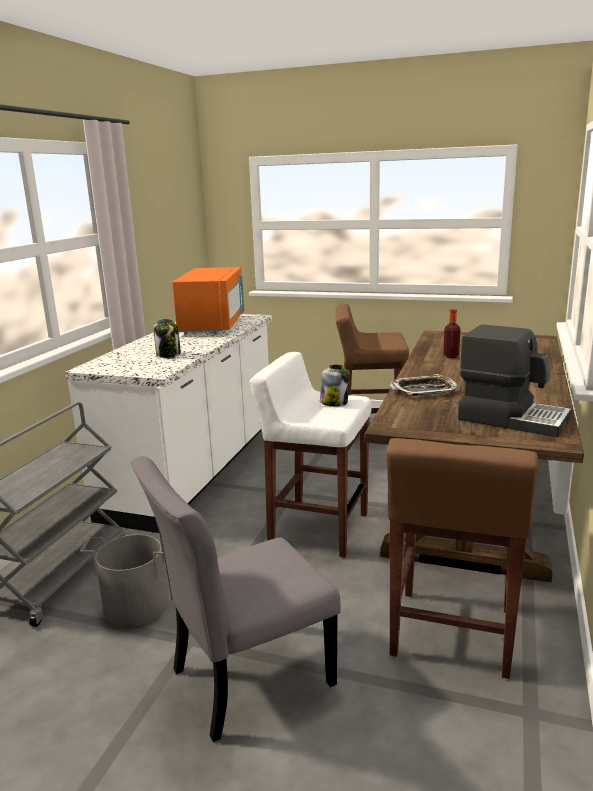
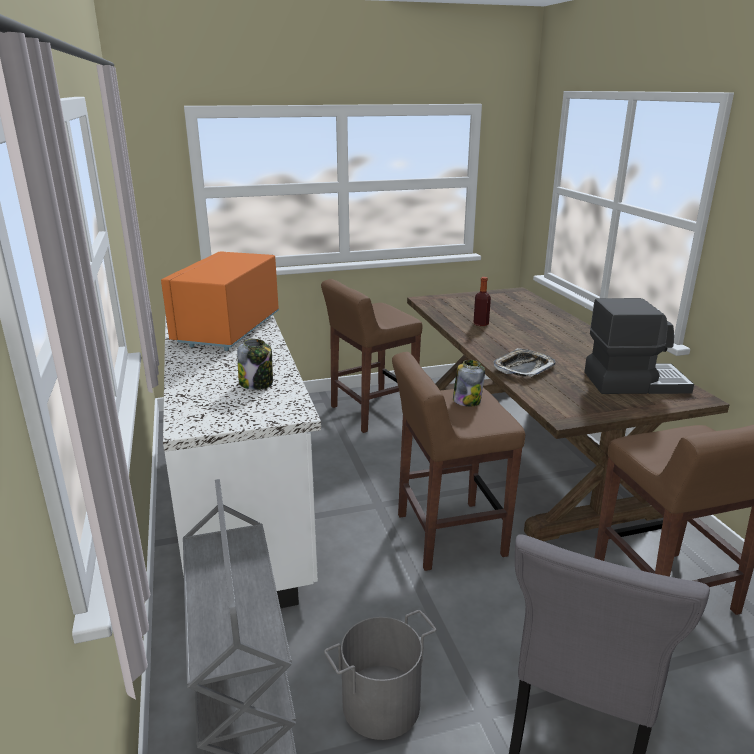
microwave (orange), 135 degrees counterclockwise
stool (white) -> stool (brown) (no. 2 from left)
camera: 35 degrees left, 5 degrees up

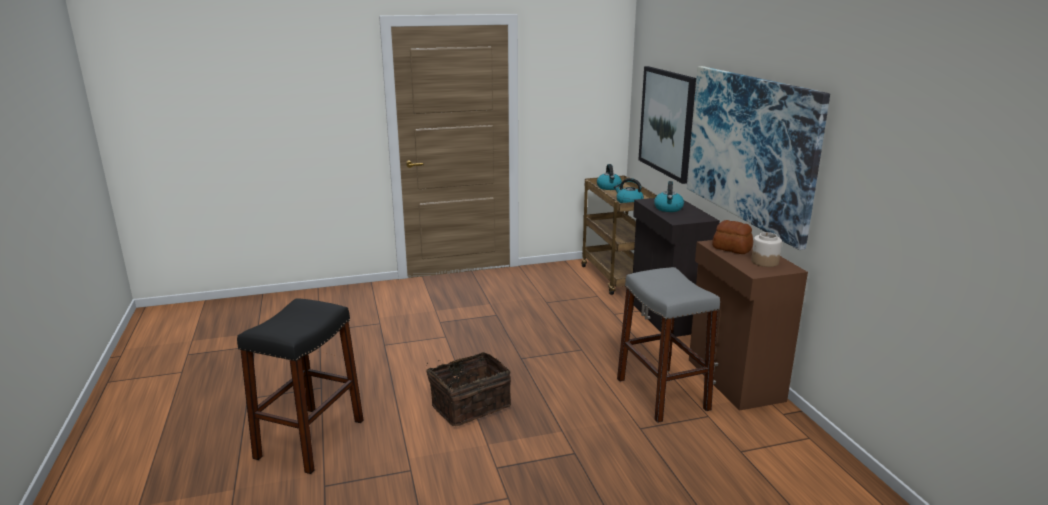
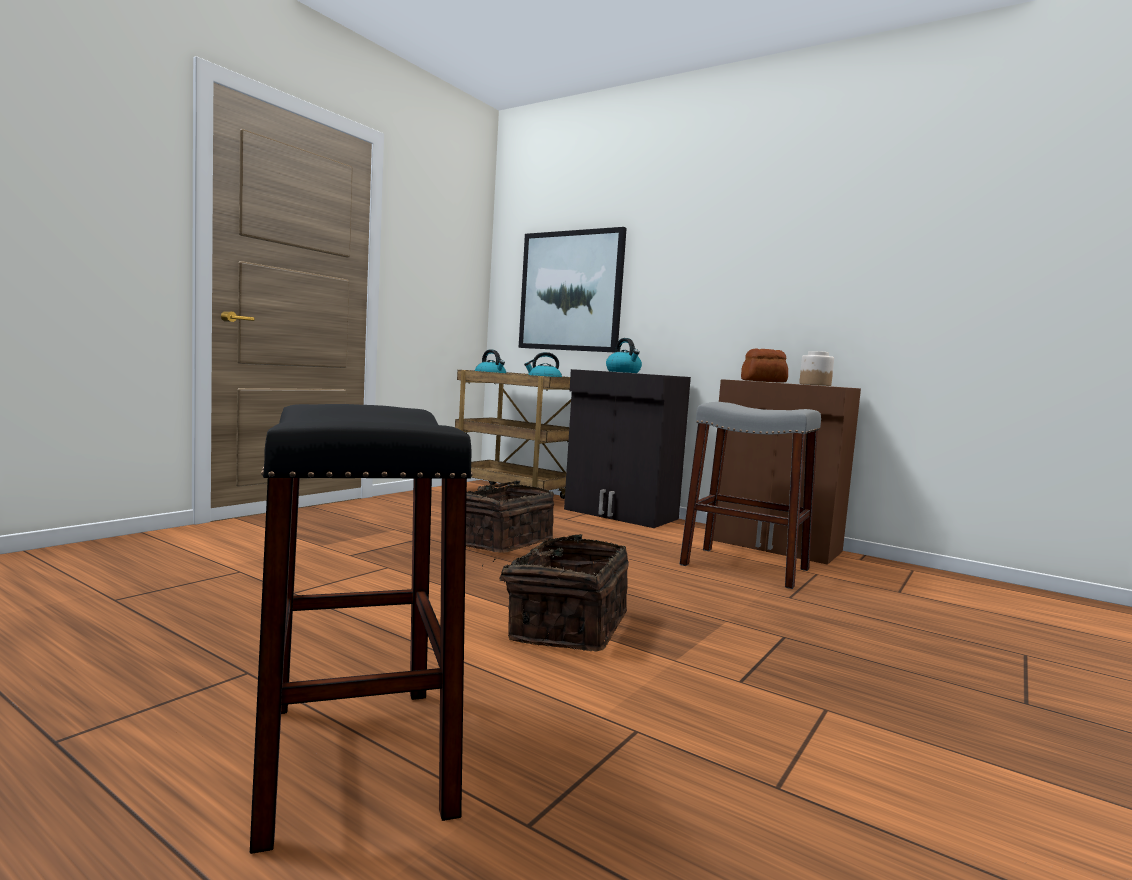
none -> basket (no. 1 from left)
picture (no. 2 from left) -> none
camera: 40 degrees left, 15 degrees down

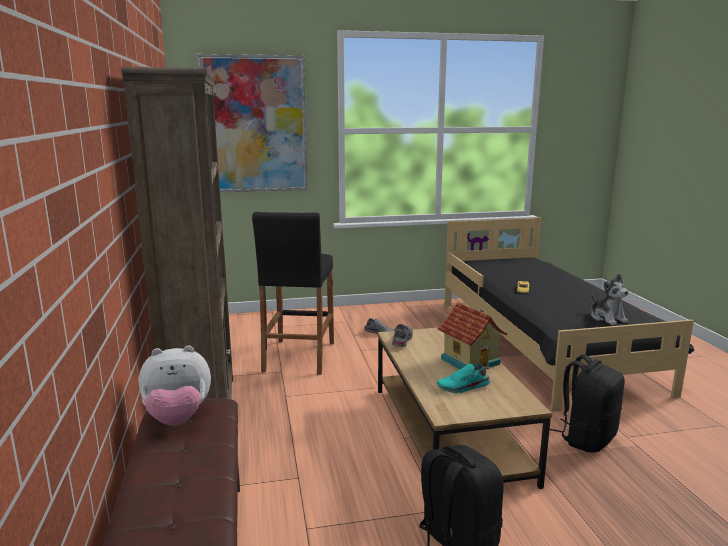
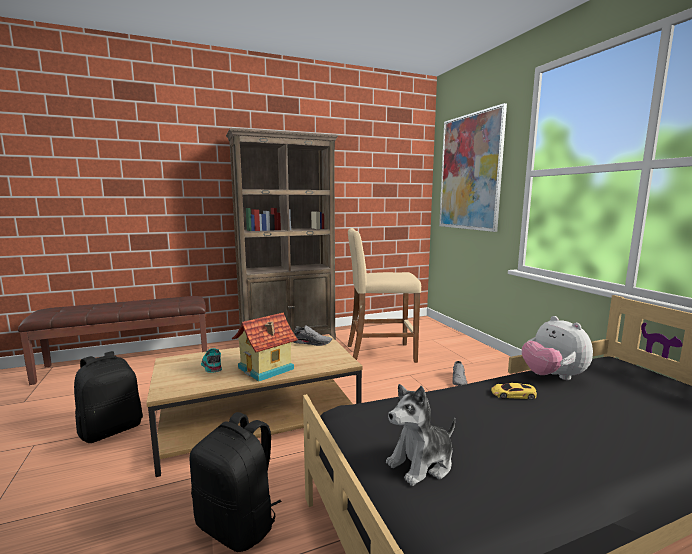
stool (black) -> stool (beige)
plush toy (no. 1 from left in the first image) -> plush toy (no. 2 from left), relocated
camera: 80 degrees right, 5 degrees down

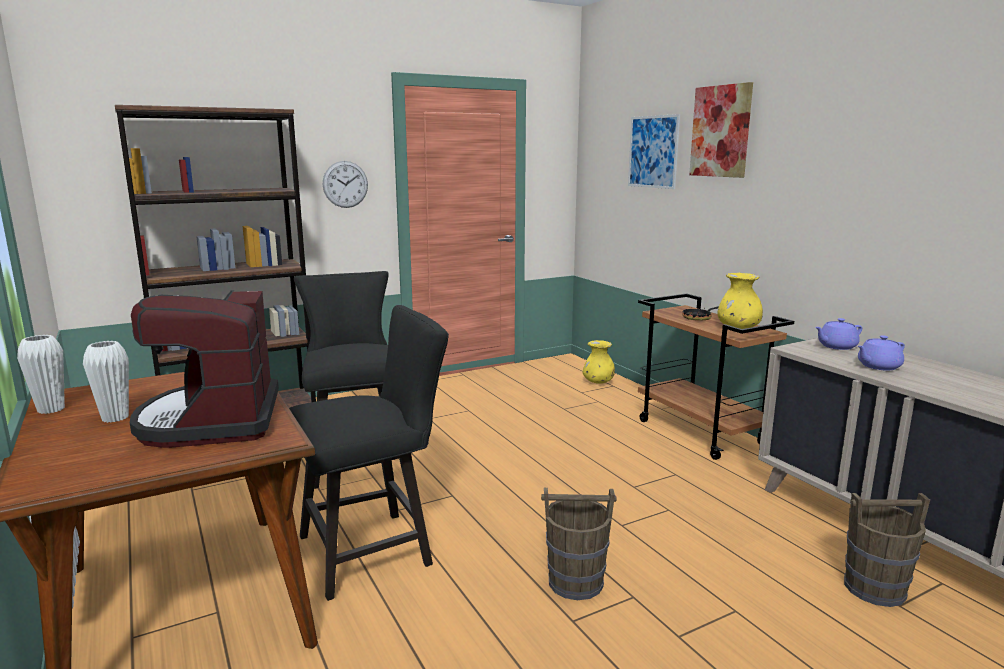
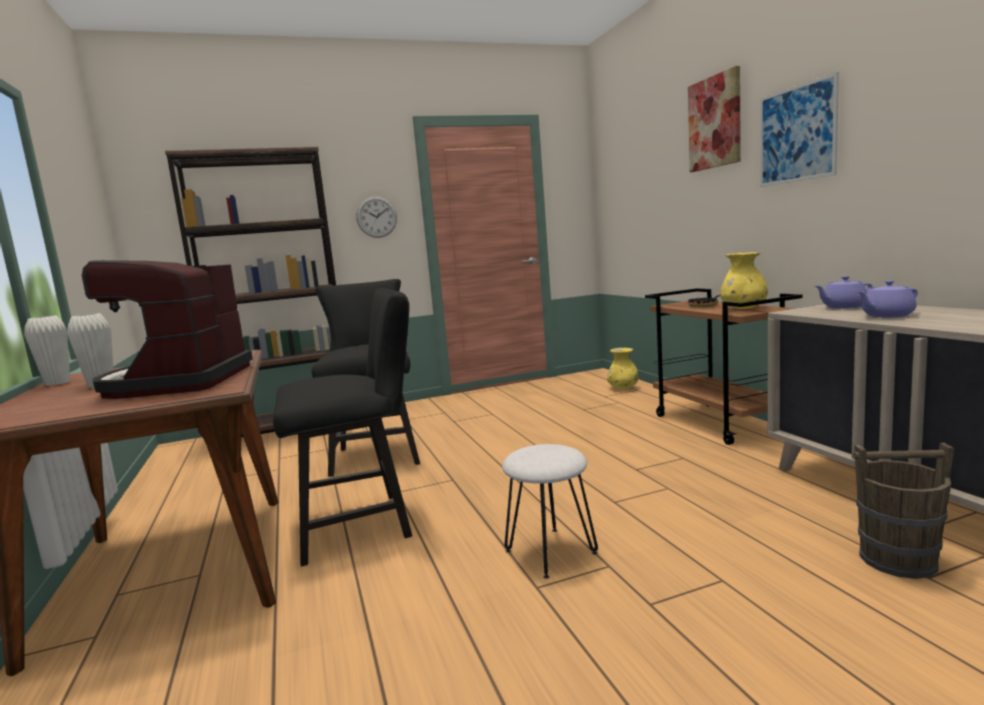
bucket (brown) (no. 1 from left) -> stool (white)
picture (no. 1 from left in the first image) -> picture (no. 2 from left), relocated
camera: 10 degrees right, 5 degrees down

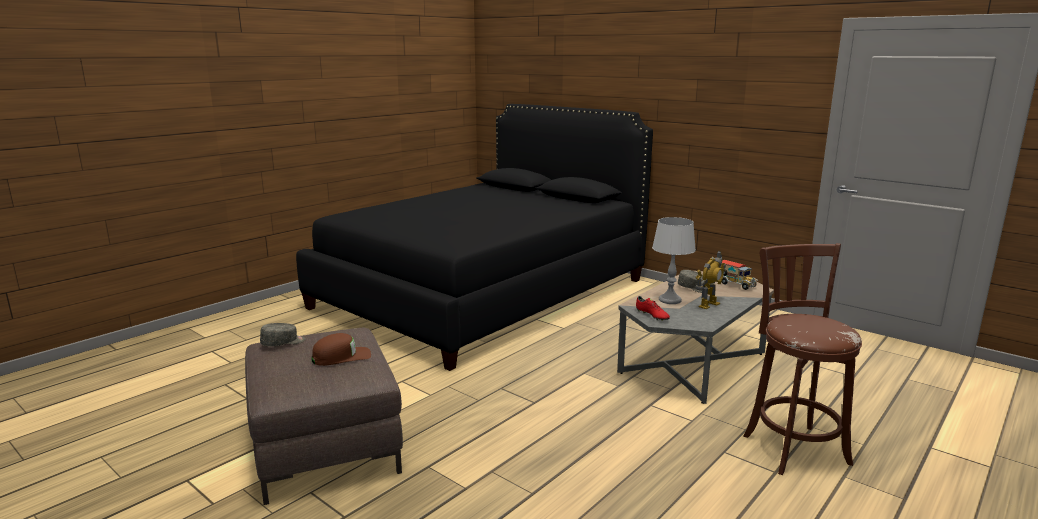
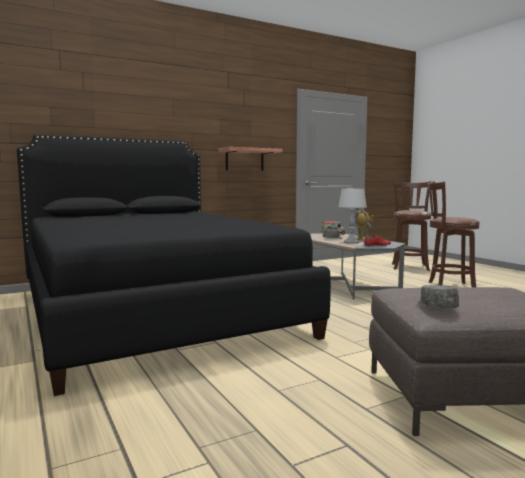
none -> shelf
none -> stool (brown) (no. 1 from left)
cap (brown) -> none
camera: 70 degrees left, 10 degrees down

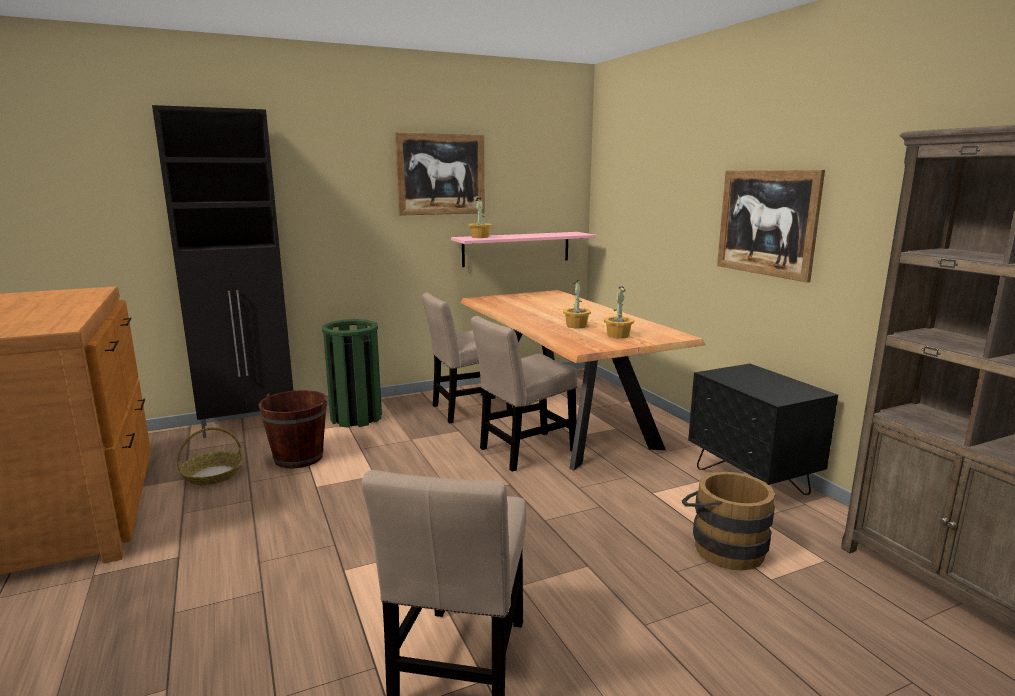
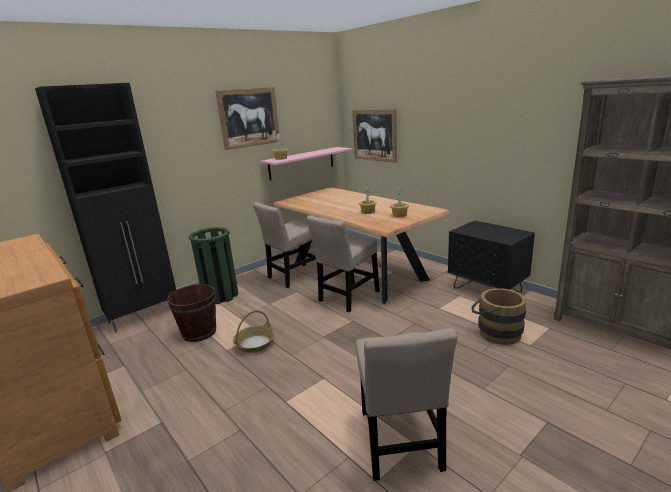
basket, relocated
picture (no. 2 from left), relocated
camera: 15 degrees left, 5 degrees up

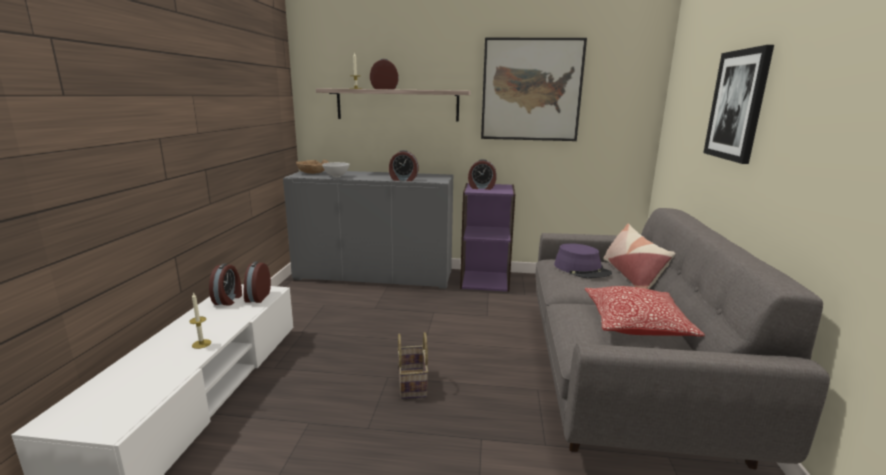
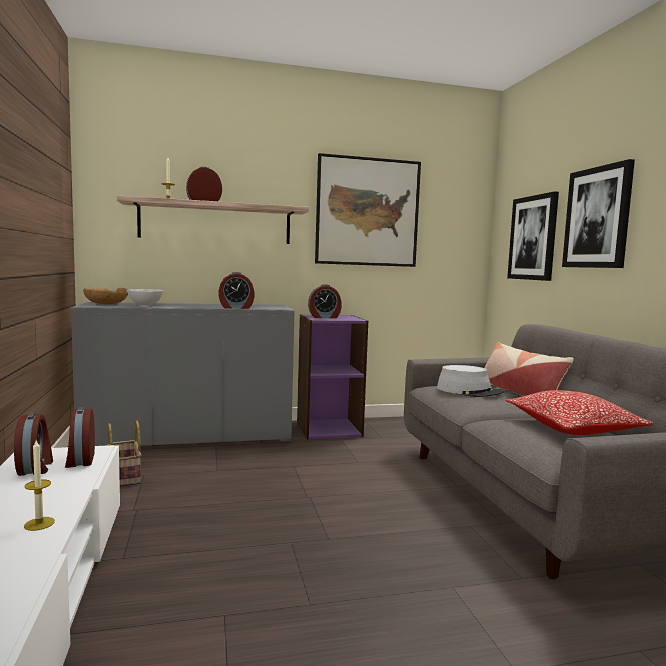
basket, relocated
hat (purple) -> hat (grey)
none -> picture (no. 2 from left)
camera: 20 degrees left, 10 degrees down

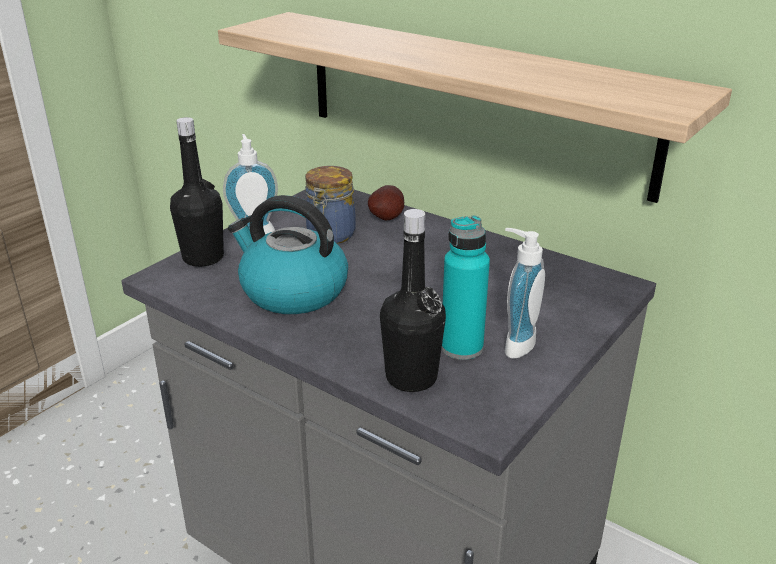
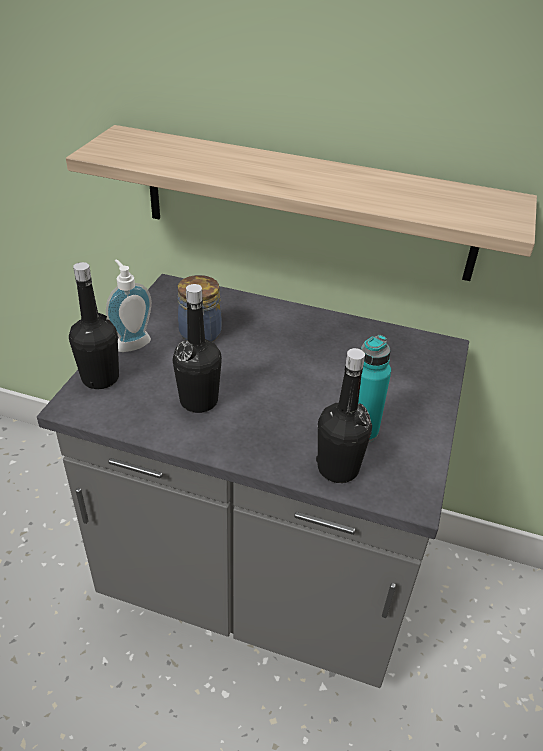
kettle -> bottle (black) (no. 2 from left)
potato -> none
soap dispenser (no. 2 from left) -> none
camera: 20 degrees left, 10 degrees up

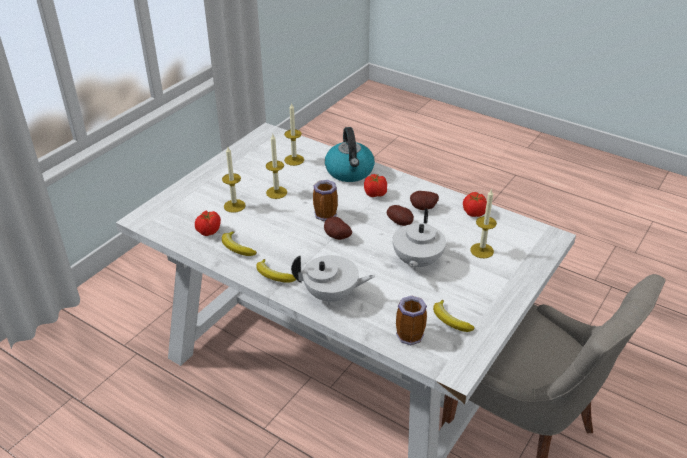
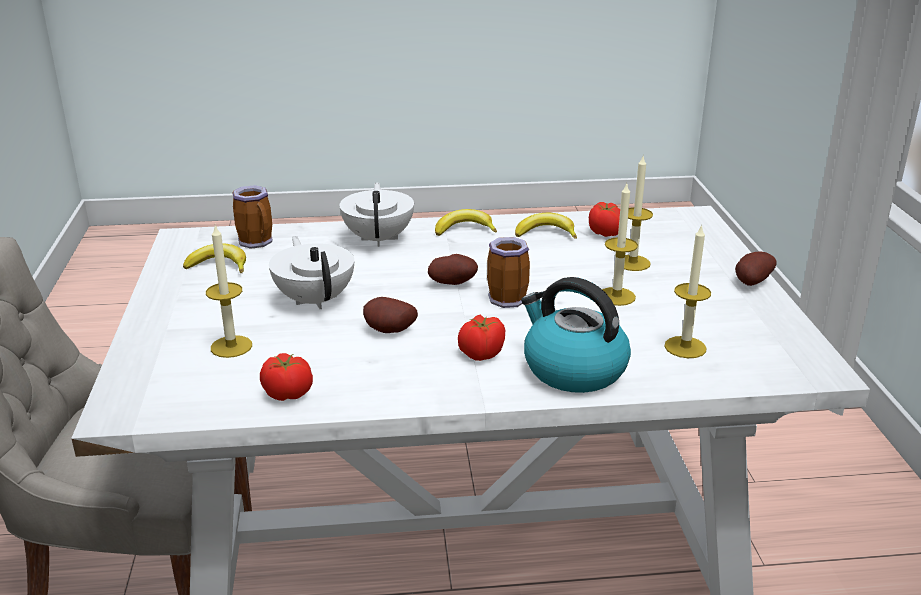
teapot (white) (no. 1 from left in the first image) -> teapot (white) (no. 2 from left), 120 degrees clockwise
potato (no. 3 from left), relocated
camera: 140 degrees right, 10 degrees down

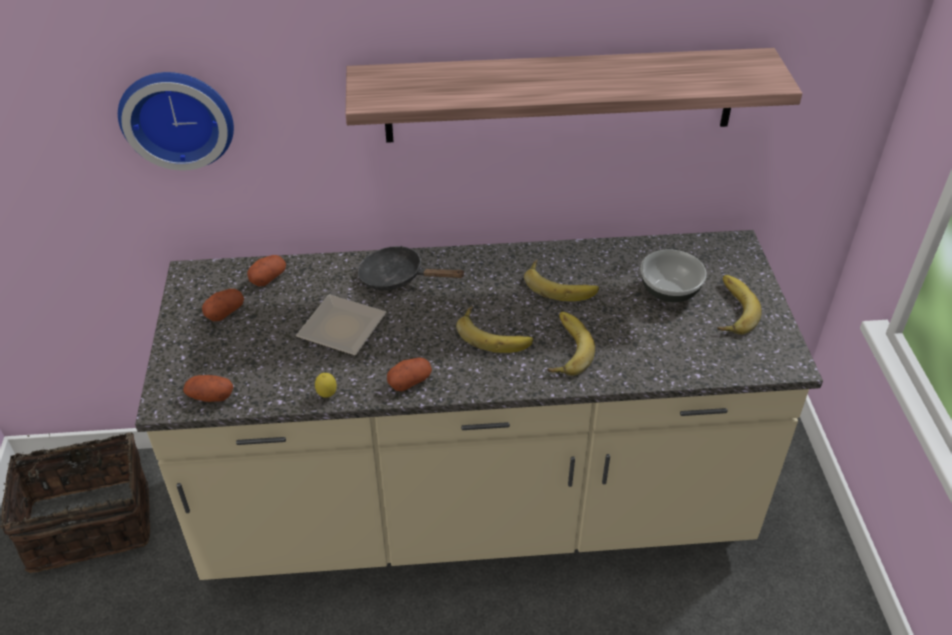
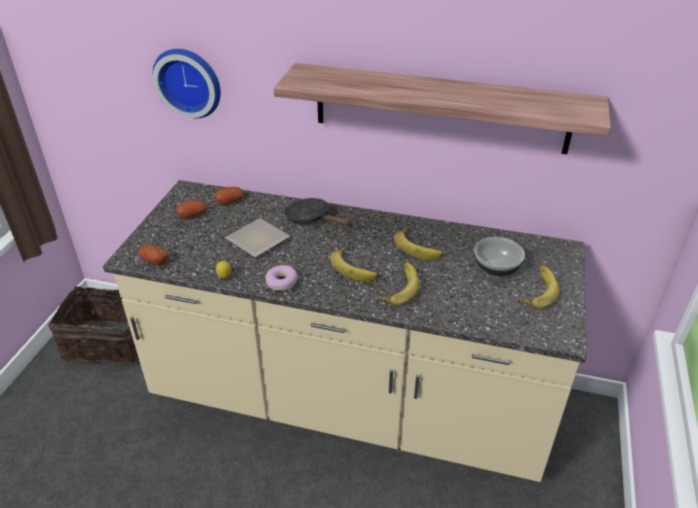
potato (no. 4 from left) -> donut
camera: 20 degrees right, 5 degrees down

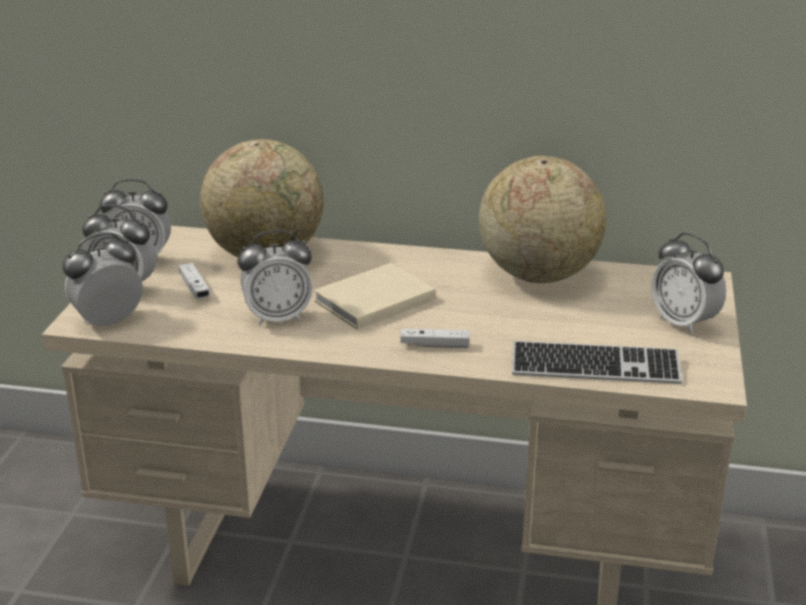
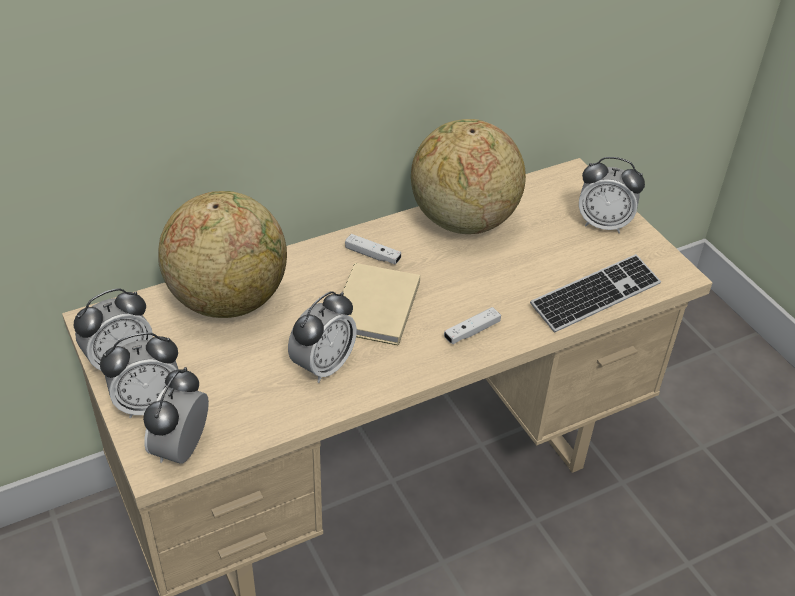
game controller (white) (no. 1 from left), relocated
camera: 40 degrees left, 15 degrees up

